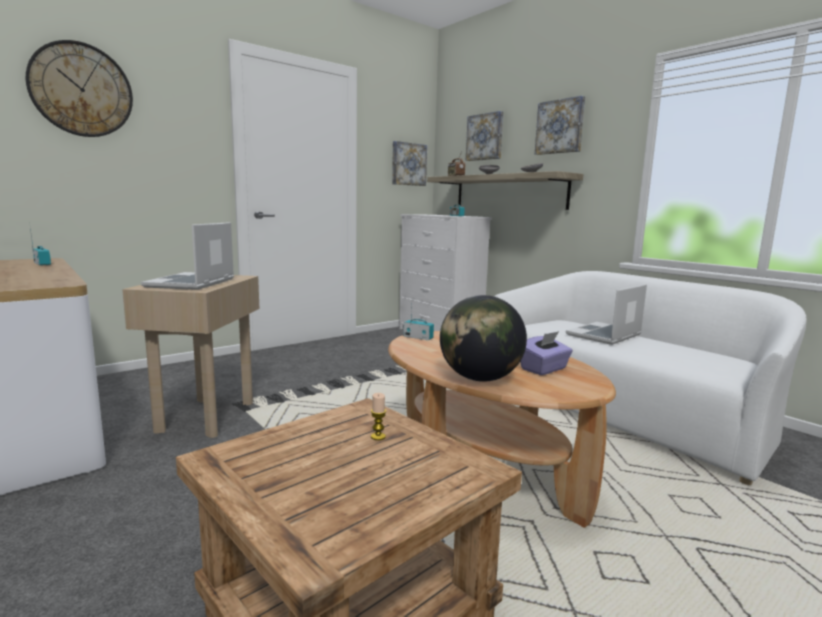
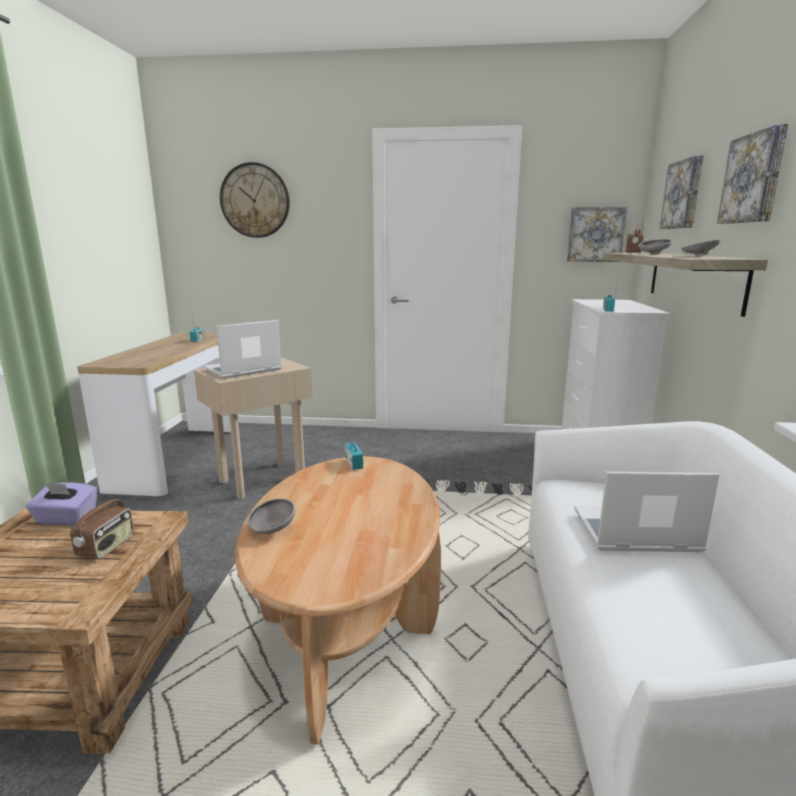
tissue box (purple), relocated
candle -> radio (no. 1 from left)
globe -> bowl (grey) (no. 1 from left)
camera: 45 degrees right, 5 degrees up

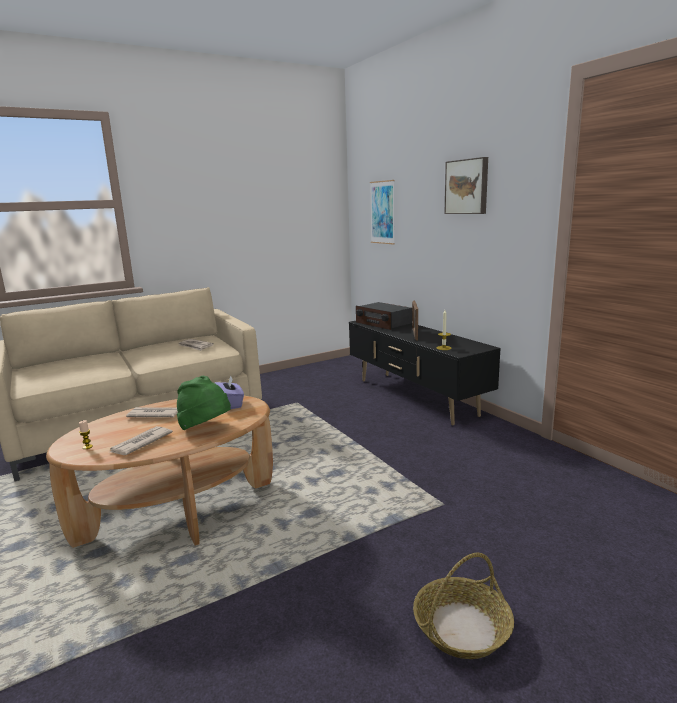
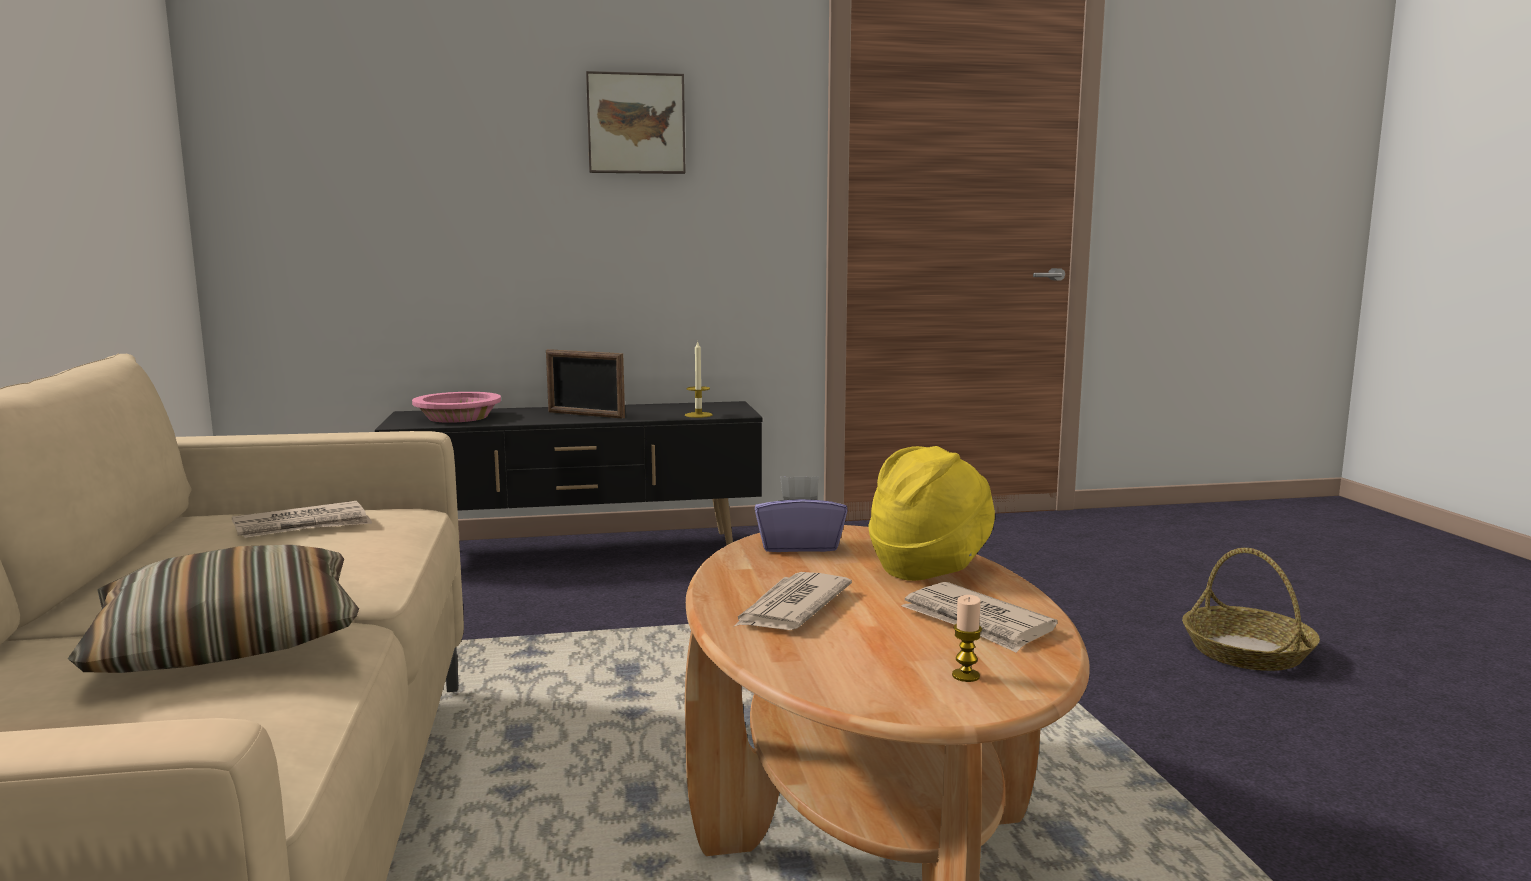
none -> pillow
radio -> bowl (pink)
hat (green) -> hat (yellow)
picture (no. 1 from left) -> none
camera: 70 degrees left, 5 degrees down

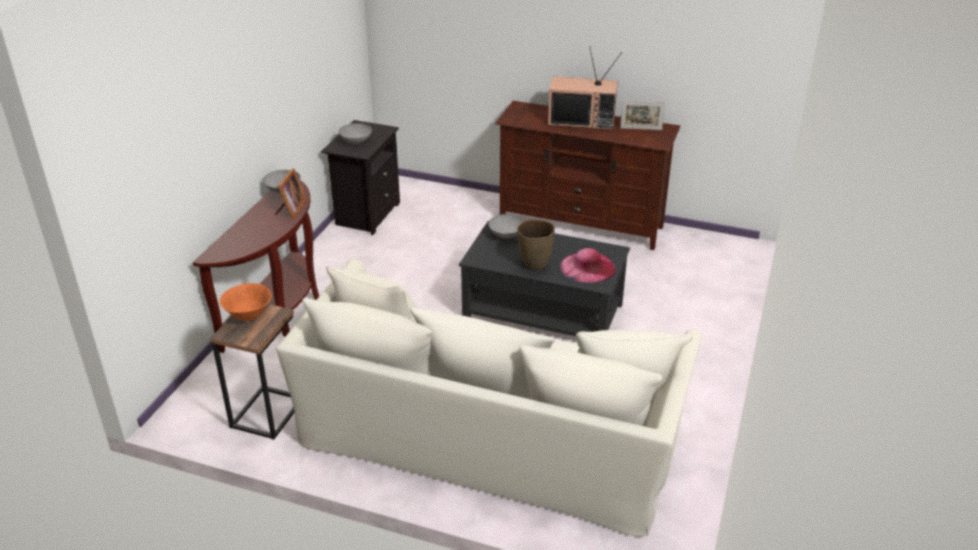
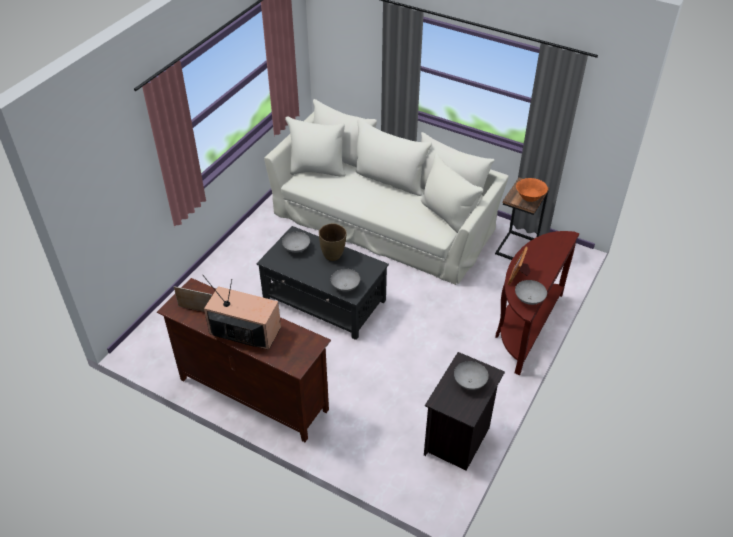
hat (pink) -> bowl (grey) (no. 1 from left)
camera: 170 degrees left, 10 degrees up

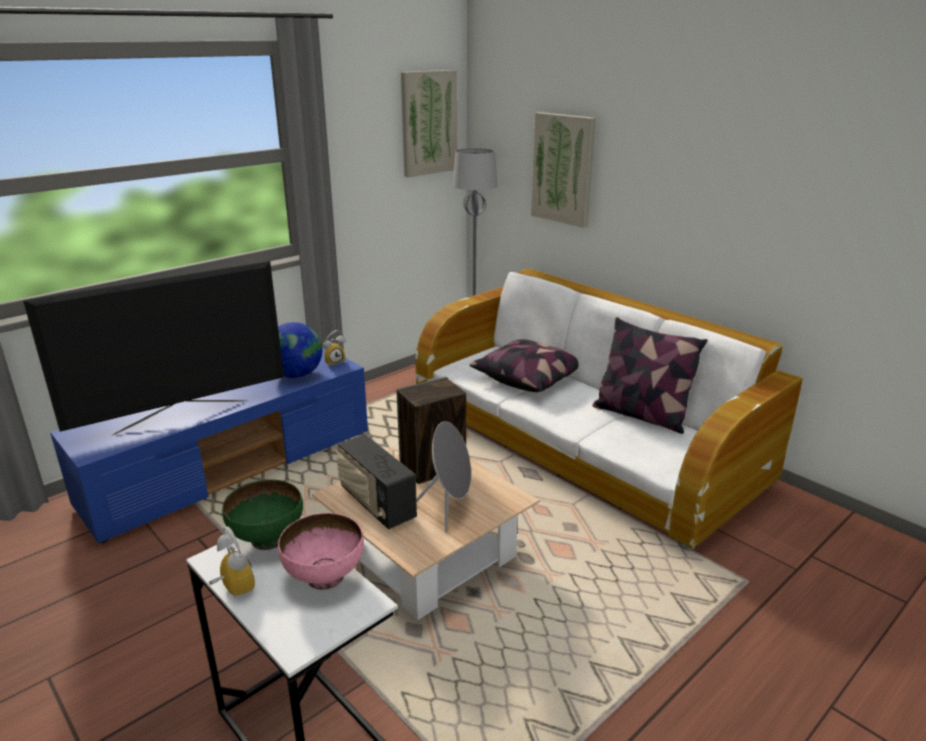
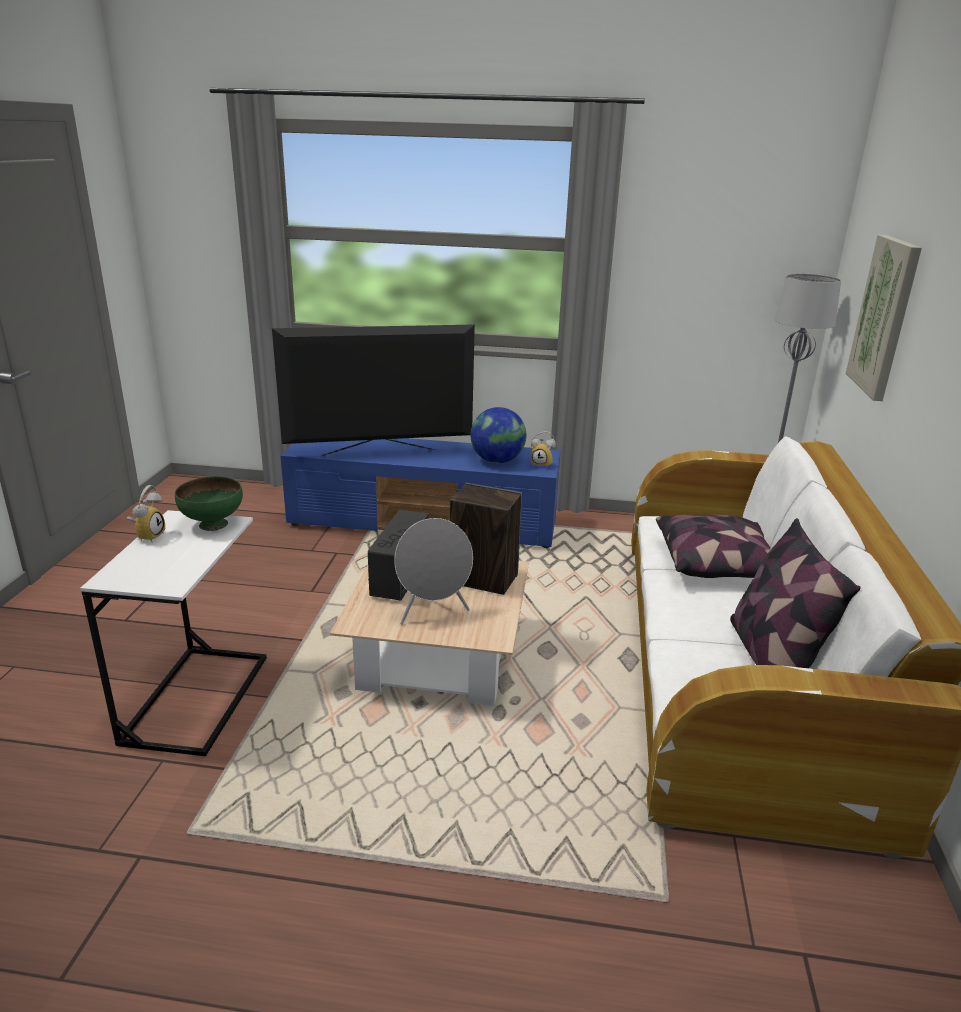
television, 150 degrees clockwise
bowl (pink) -> none
picture (no. 1 from left) -> none
camera: 50 degrees right, 0 degrees up

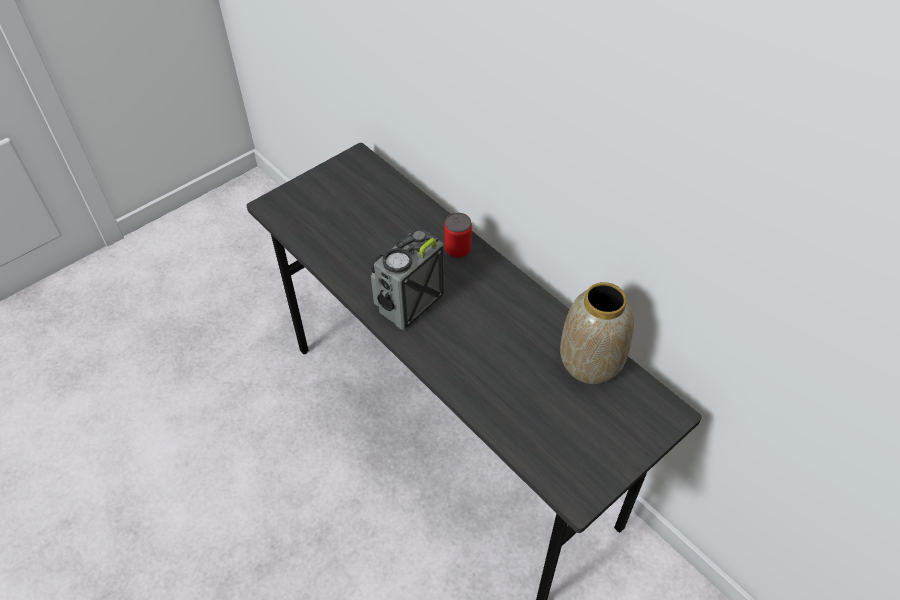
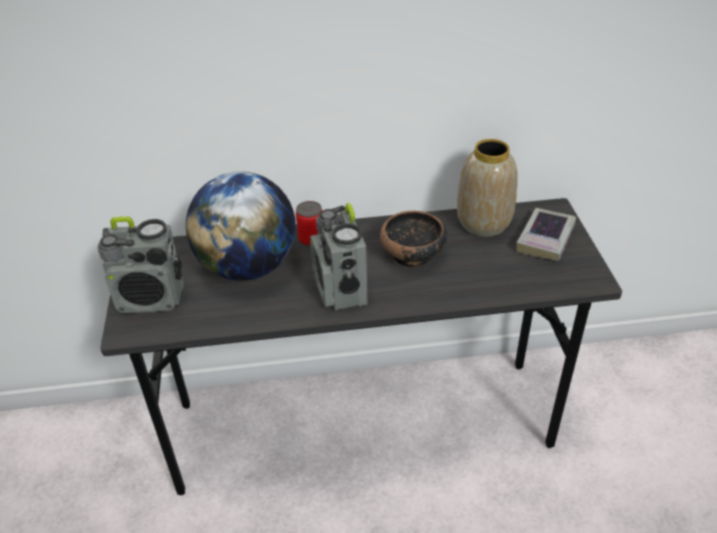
none -> radio (no. 1 from left)
none -> globe
none -> bowl
none -> book
camera: 55 degrees left, 10 degrees down

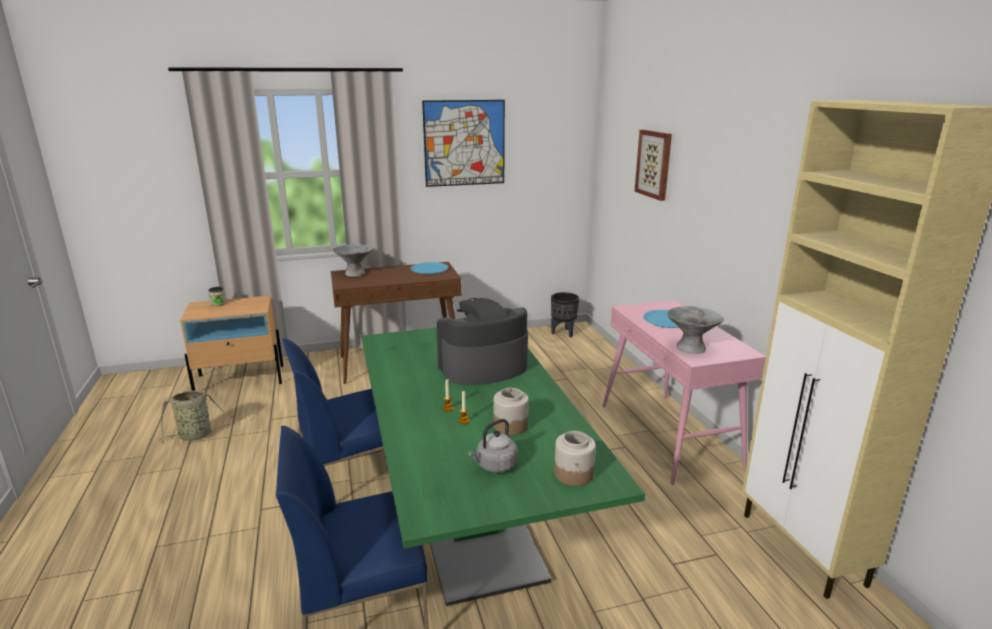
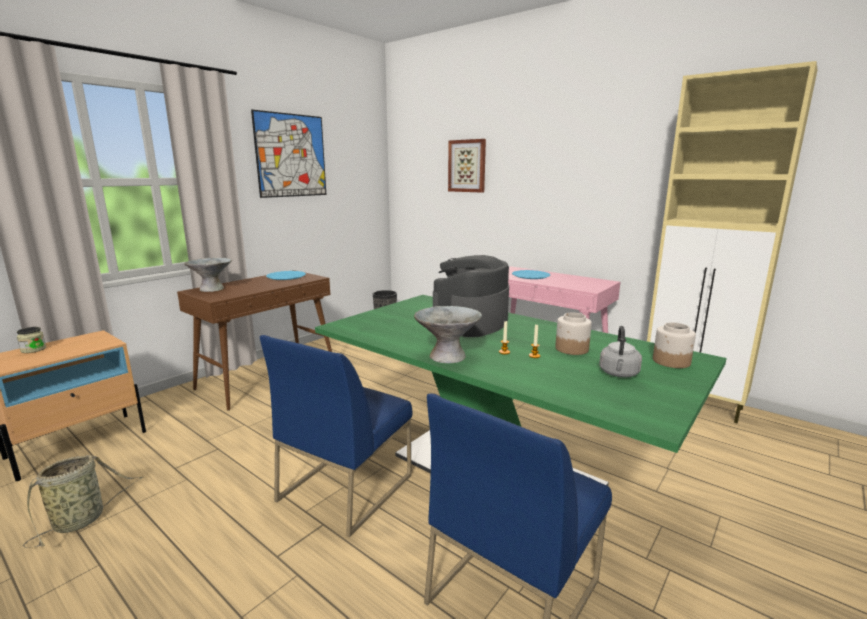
bowl (grey) (no. 2 from left), relocated
camera: 35 degrees left, 5 degrees down

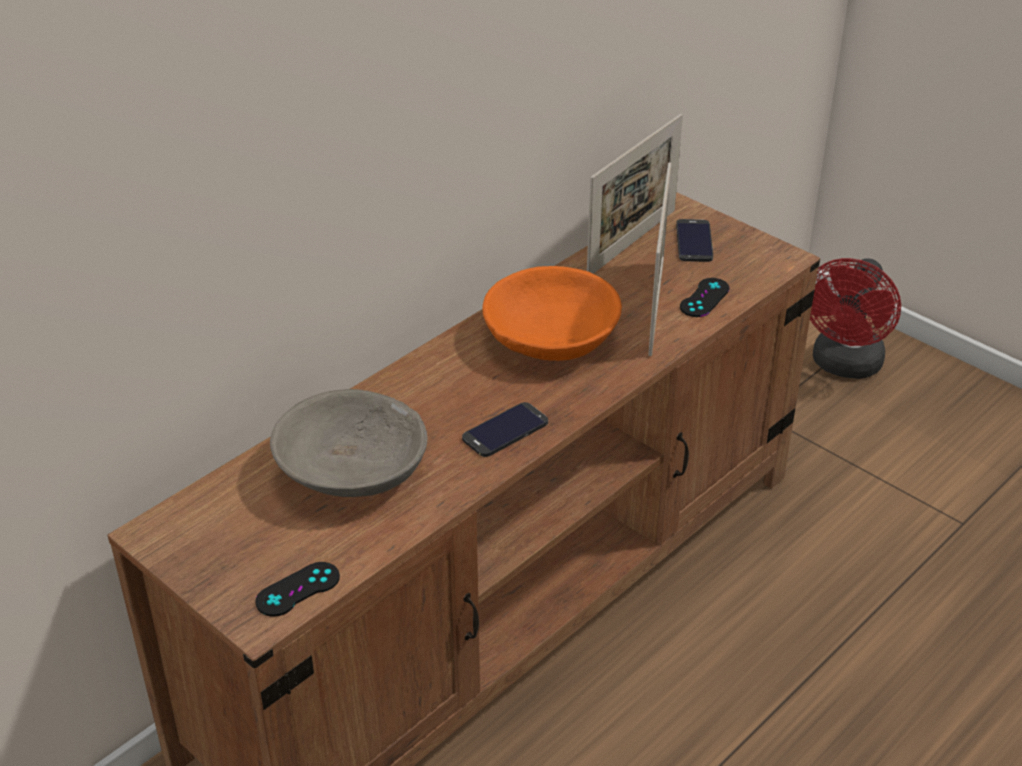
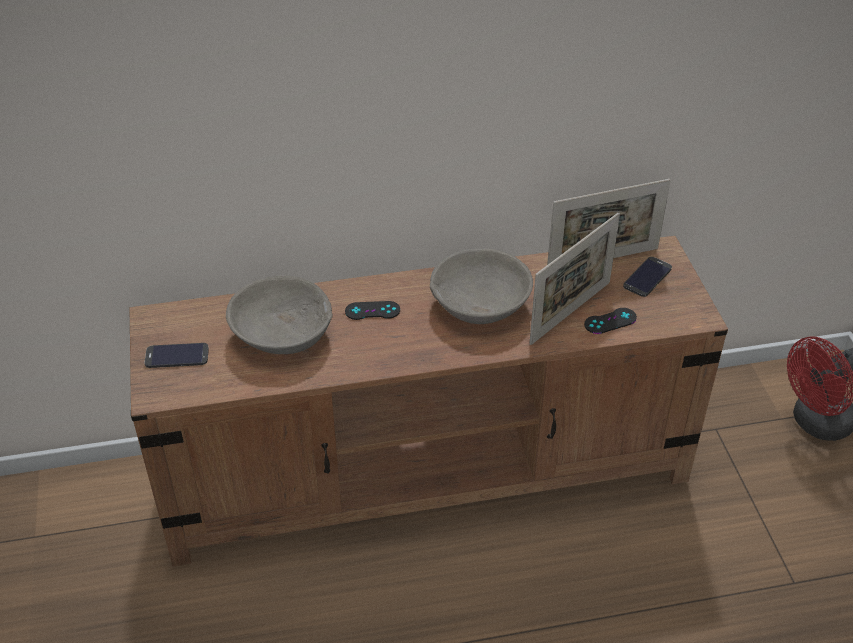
phone (no. 1 from left), relocated
game controller (black) (no. 1 from left), relocated
bowl (orange) -> bowl (grey) (no. 2 from left)
camera: 35 degrees right, 5 degrees up

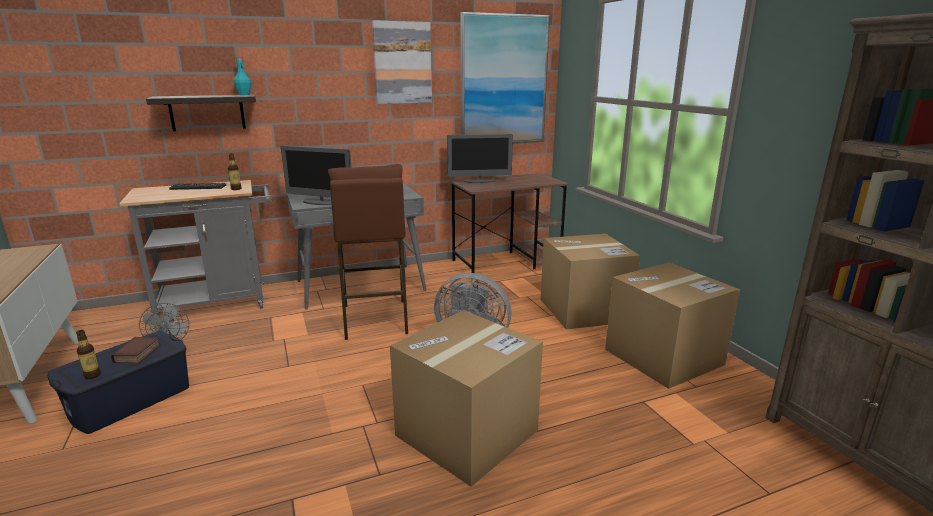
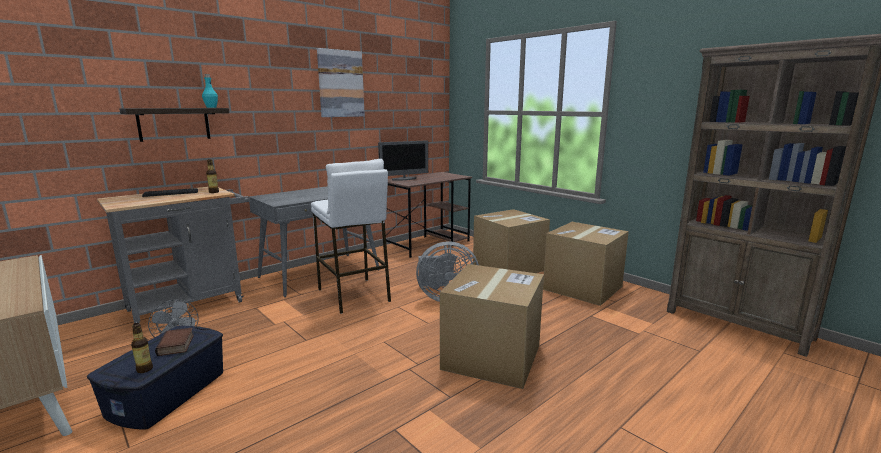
stool (brown) -> stool (white)
monitor (no. 1 from left) -> none
picture (no. 2 from left) -> none
camera: 20 degrees left, 5 degrees down

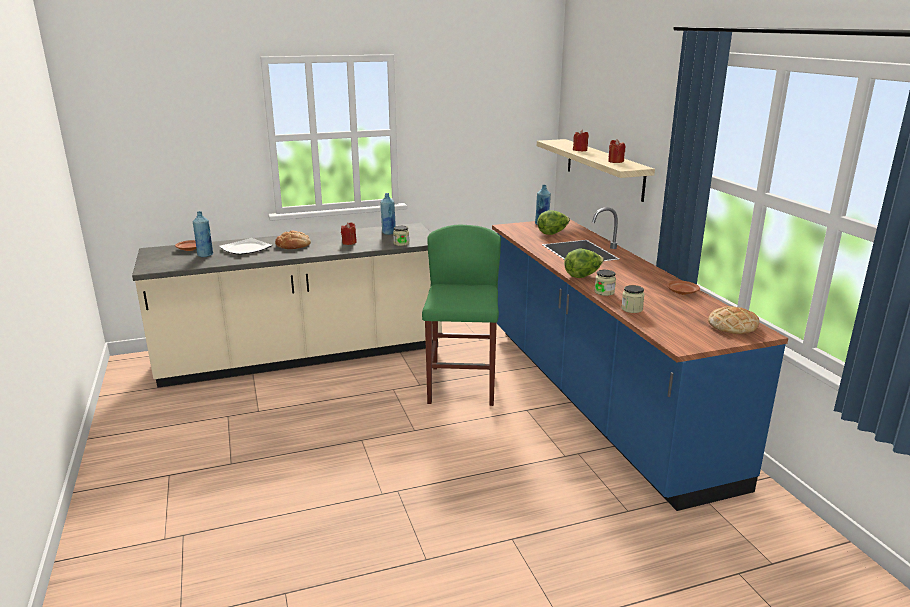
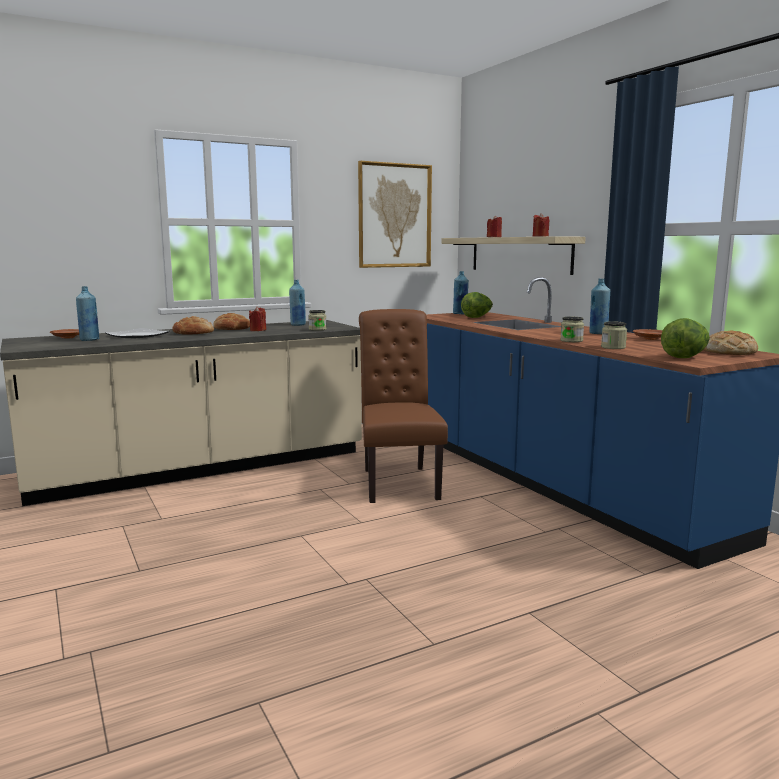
none -> bread (no. 2 from left)
none -> picture
stool (green) -> chair (brown)
none -> bottle (blue) (no. 4 from left)
lettuce (no. 2 from left), relocated
camera: 10 degrees left, 10 degrees down

